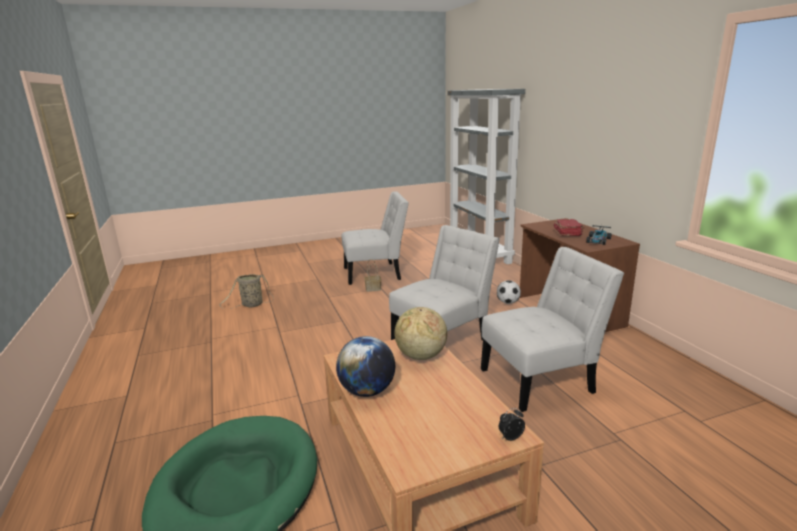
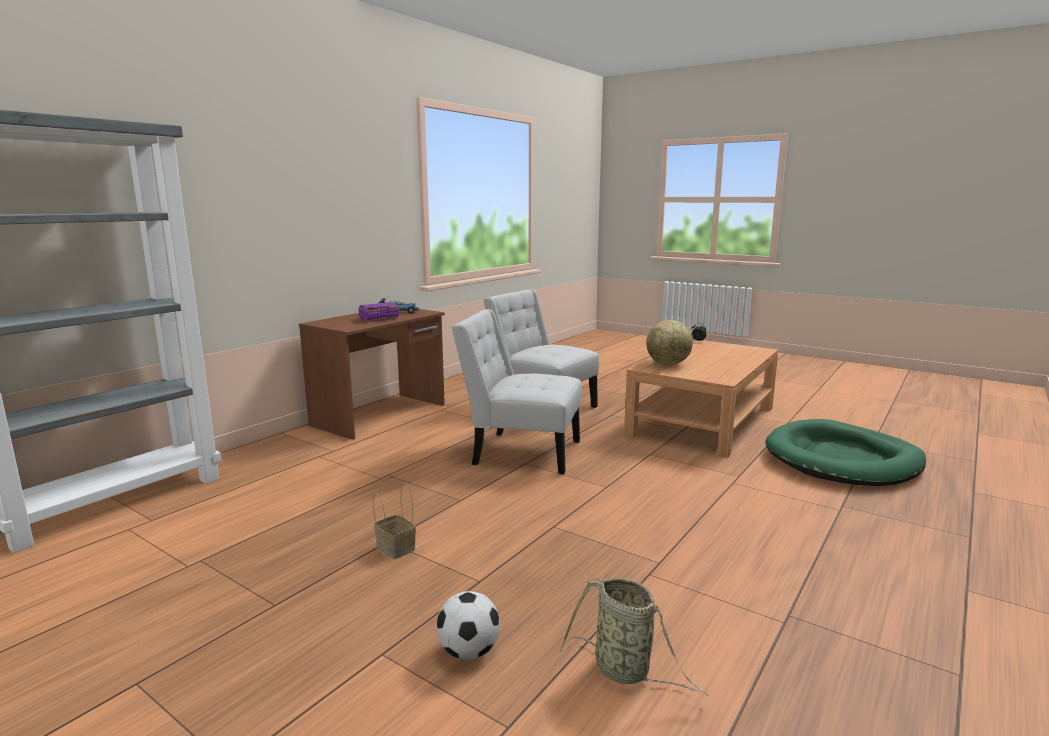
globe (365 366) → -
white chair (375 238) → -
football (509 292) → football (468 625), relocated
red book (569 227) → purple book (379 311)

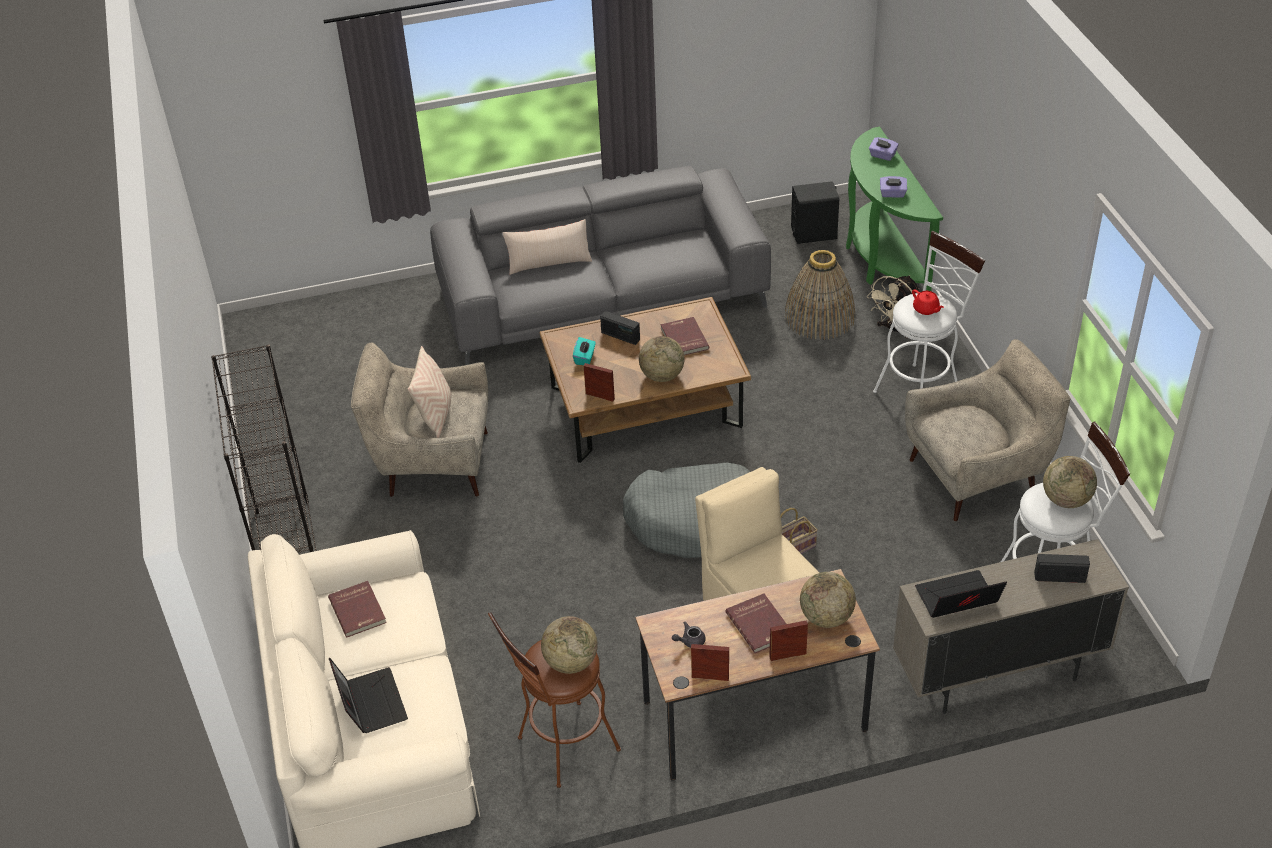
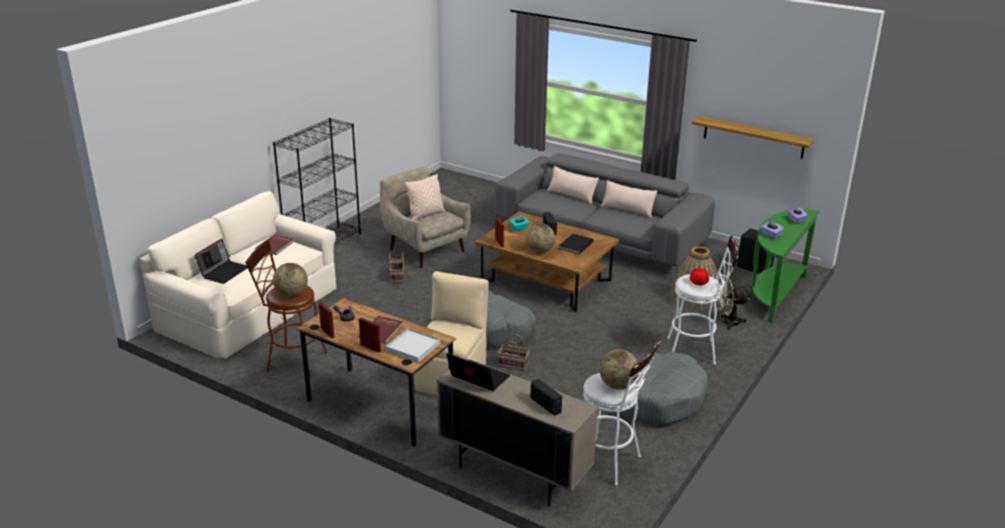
red book (684 336) → black book (576 244)
globe (828 600) → white tray (412 345)
beige armchair (988 430) → grey dog bed (664 388)
- → basket (396 267)
- → beige pillow (629 199)
- → shelf (753 137)

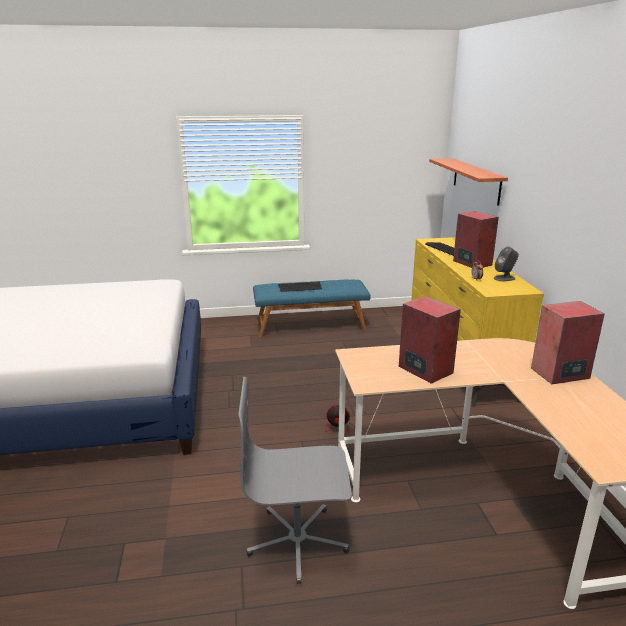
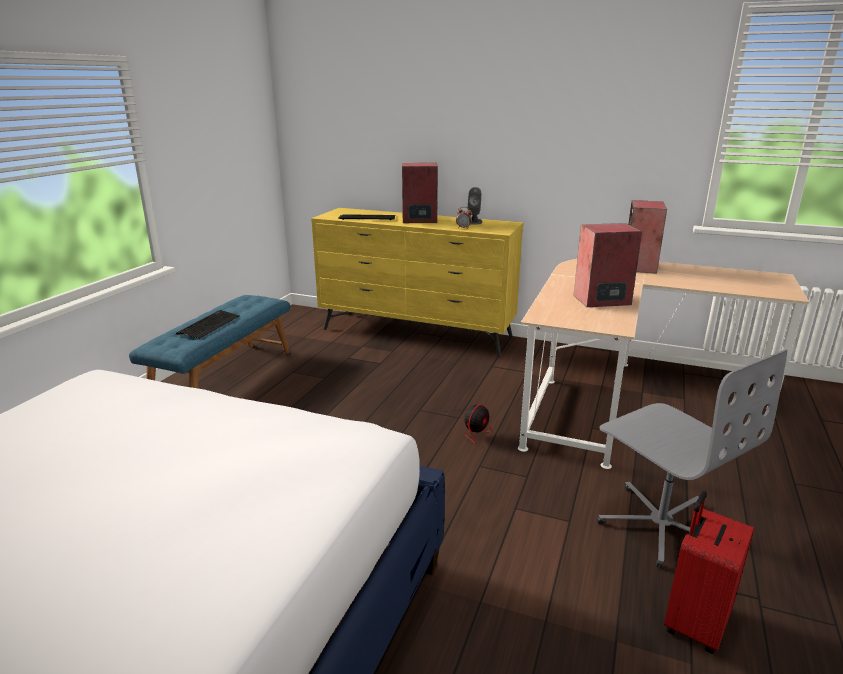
grey office chair (295 480) → grey office chair (692 458), 60 degrees counterclockwise
shelf (468 182) → -
- → red suitcase (709 572)

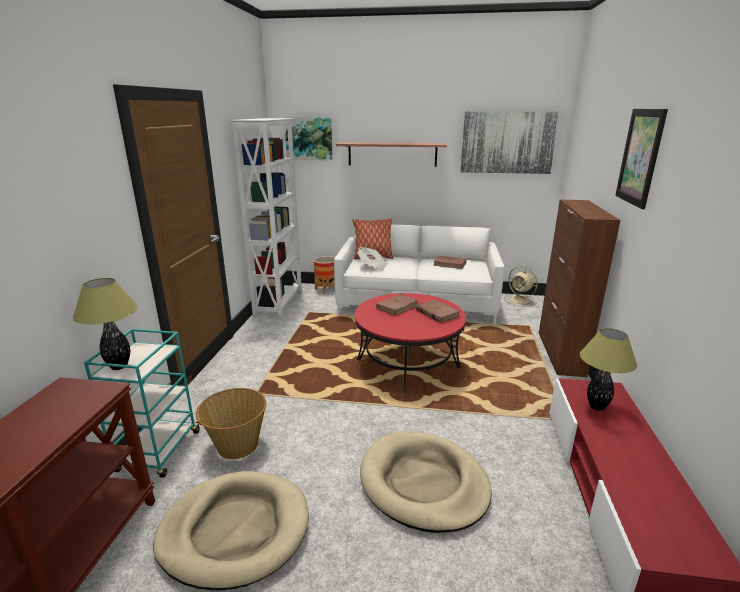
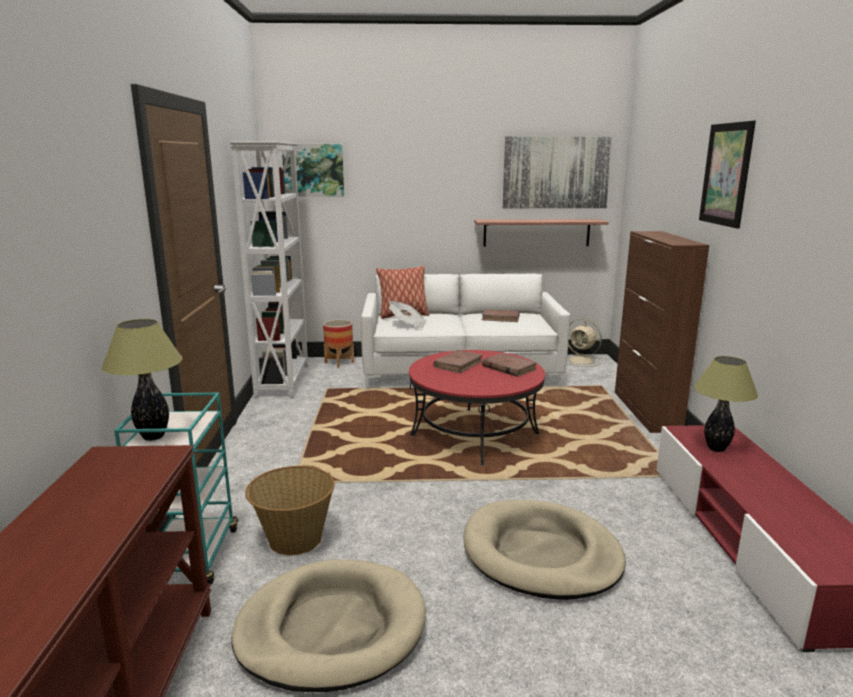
shelf (391 154) → shelf (541 233), relocated

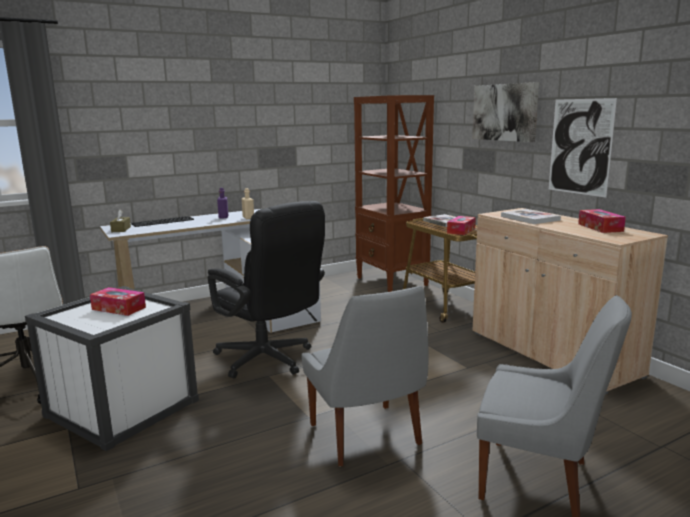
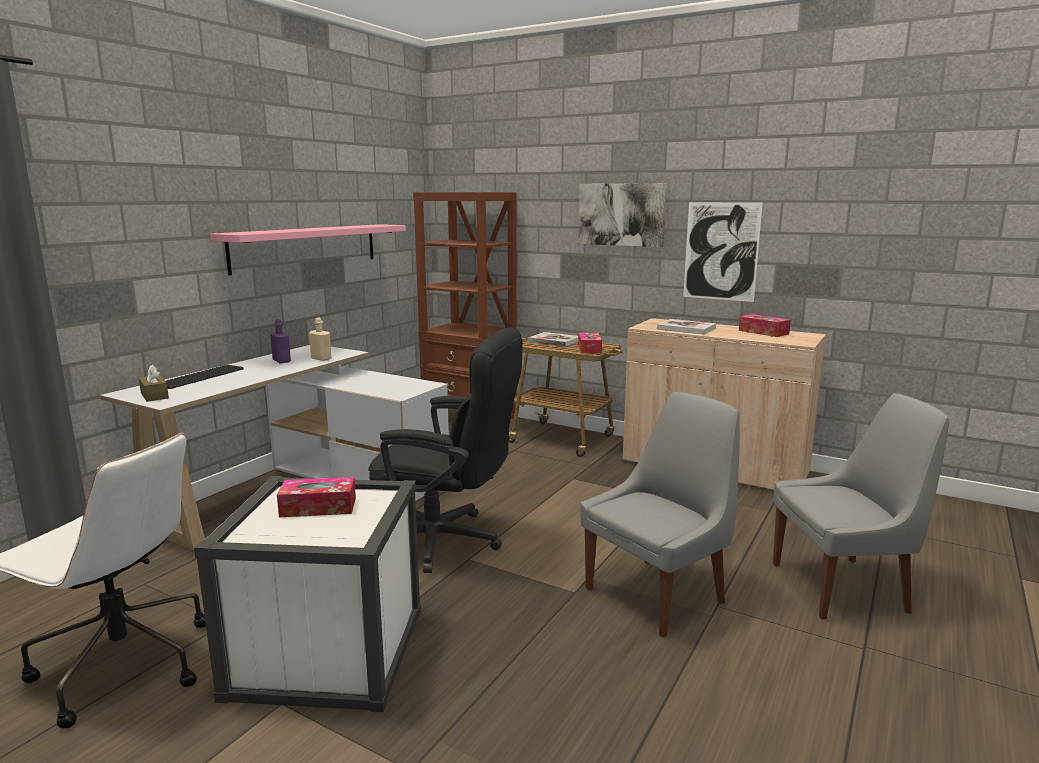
grey chair (365 376) → grey chair (660 514), 75 degrees counterclockwise
- → pink shelf (308 249)

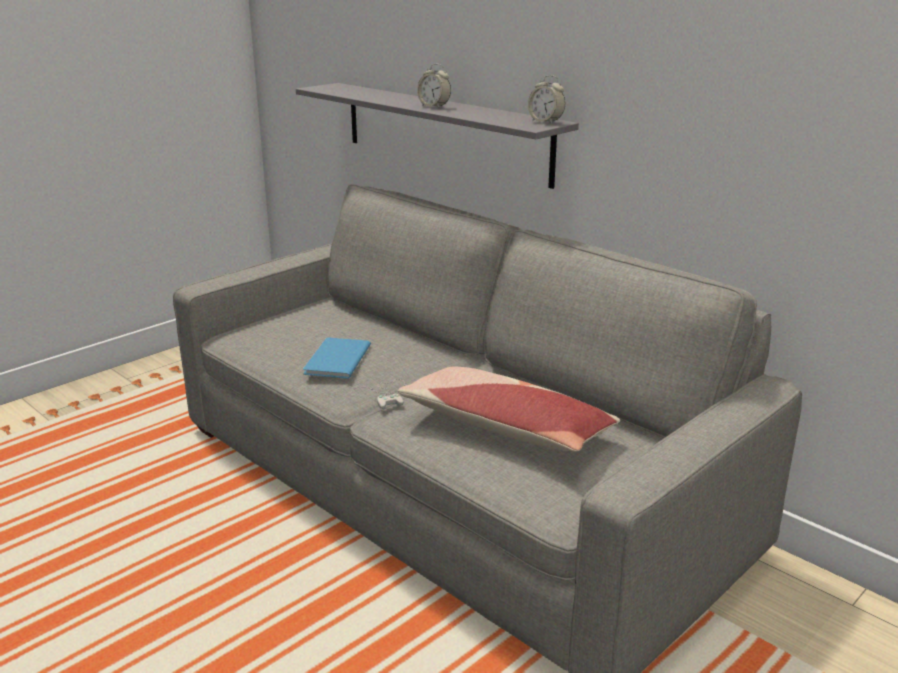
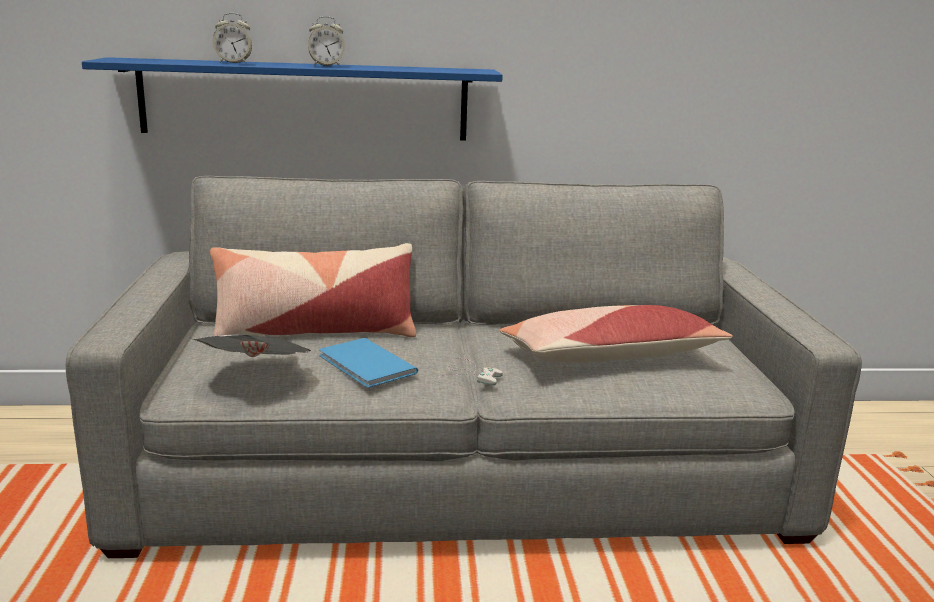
grey shelf (437 136) → blue shelf (292 99)
alarm clock (546 99) → alarm clock (232 38), relocated
- → newspaper (251 346)
- → pillow (313 290)

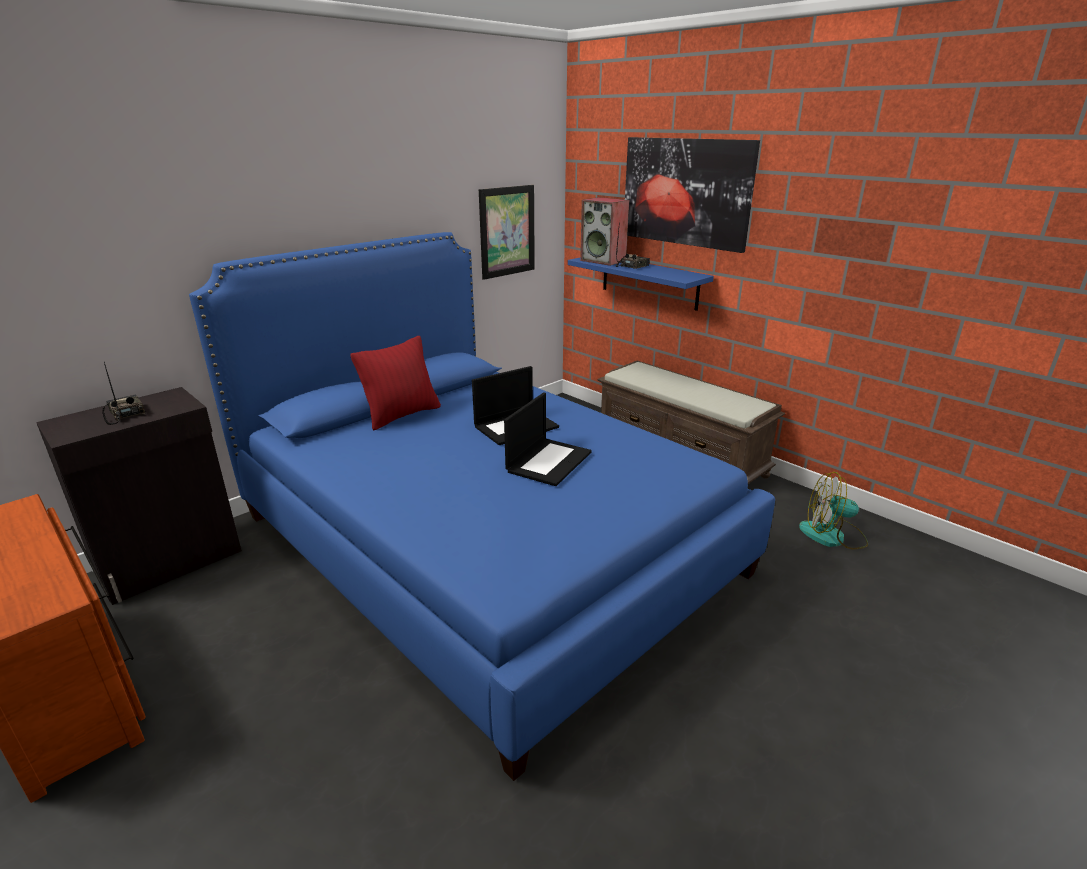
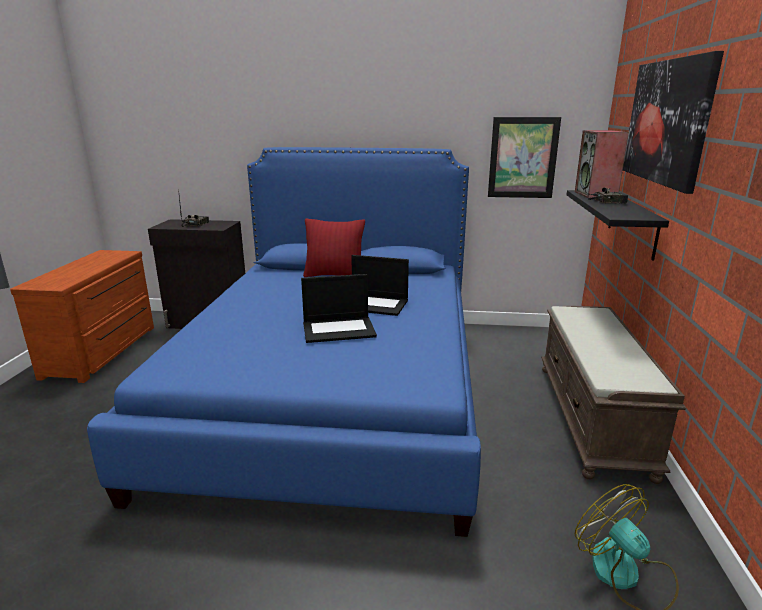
blue shelf (641 284) → black shelf (617 225)

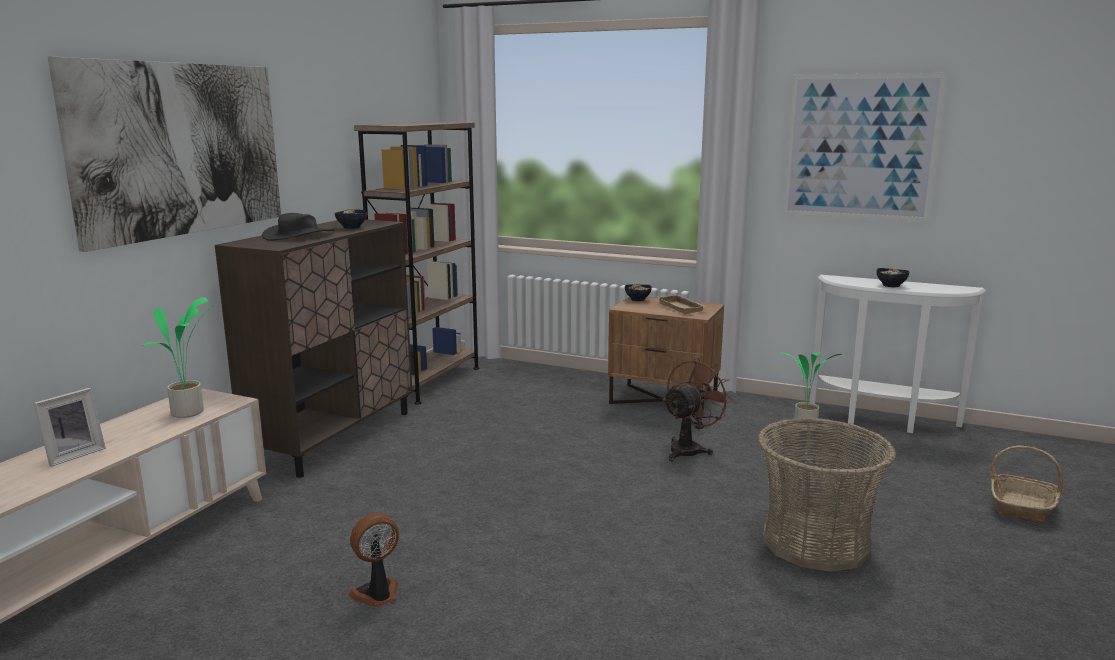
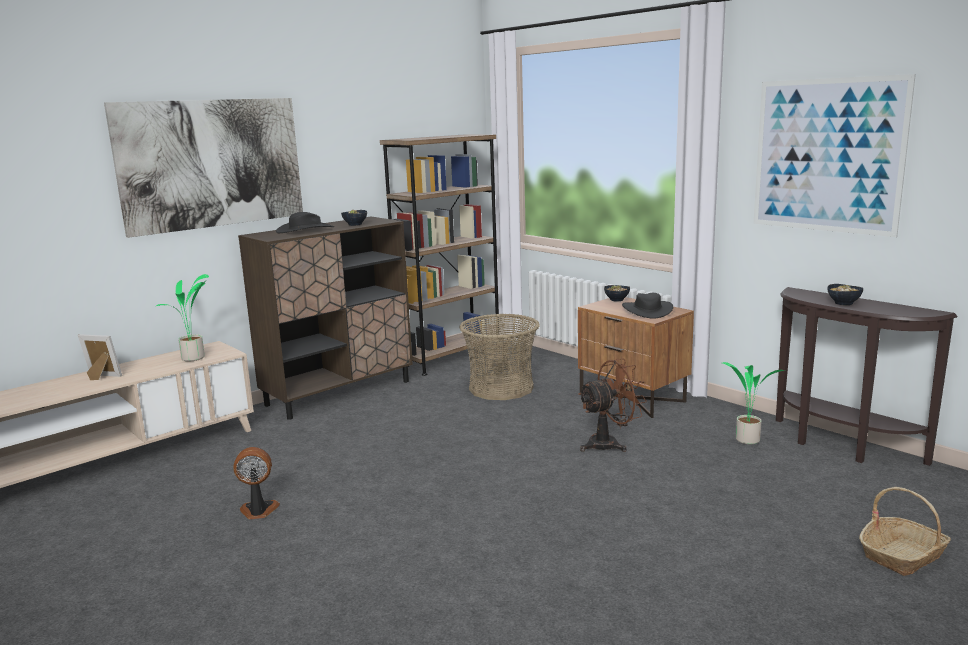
picture frame (70 427) → picture frame (100 357), 135 degrees counterclockwise
beige tray (682 304) → black hat (647 305)
basket (827 495) → basket (500 356), relocated
white console table (898 354) → brown console table (867 376)

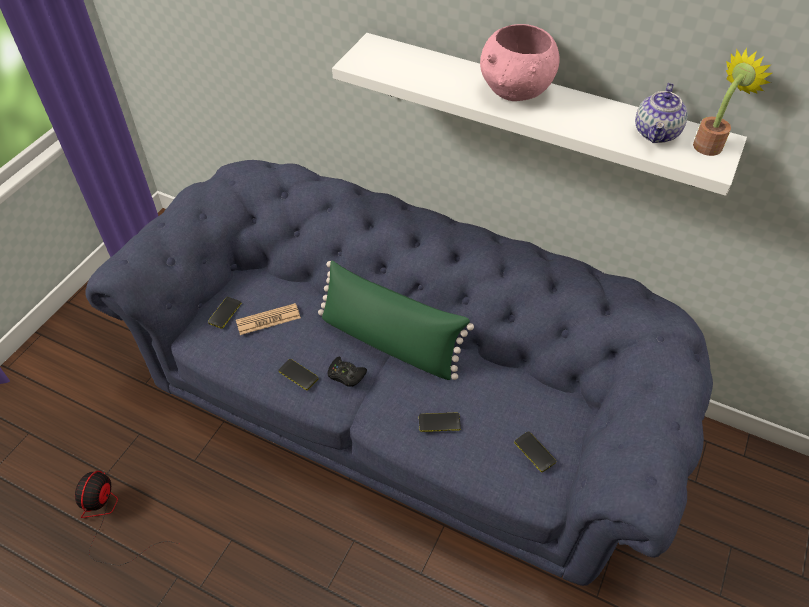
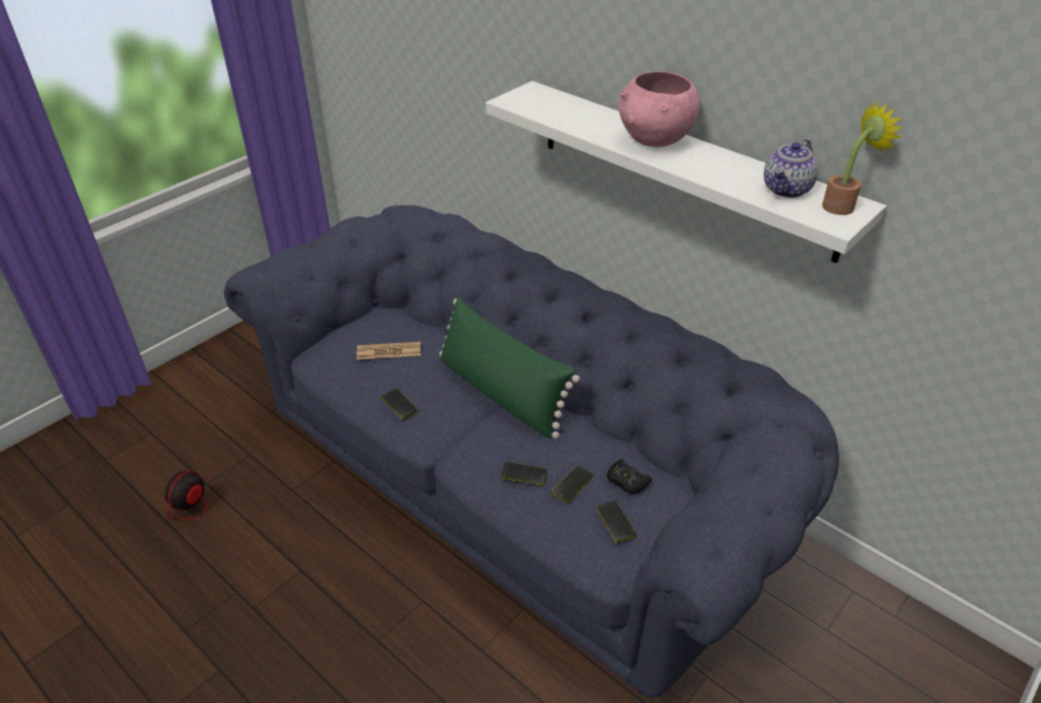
phone (224 313) → phone (573 484), relocated
black game controller (347 372) → black game controller (629 476), relocated

